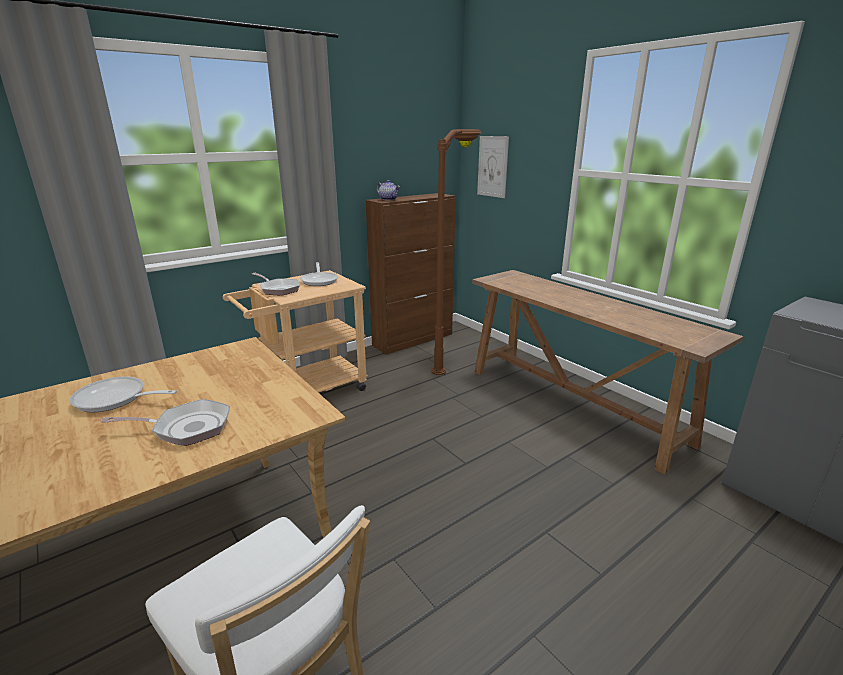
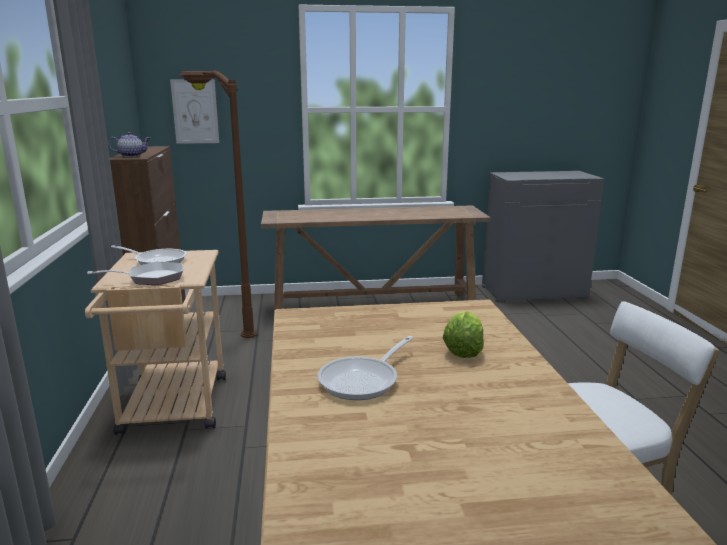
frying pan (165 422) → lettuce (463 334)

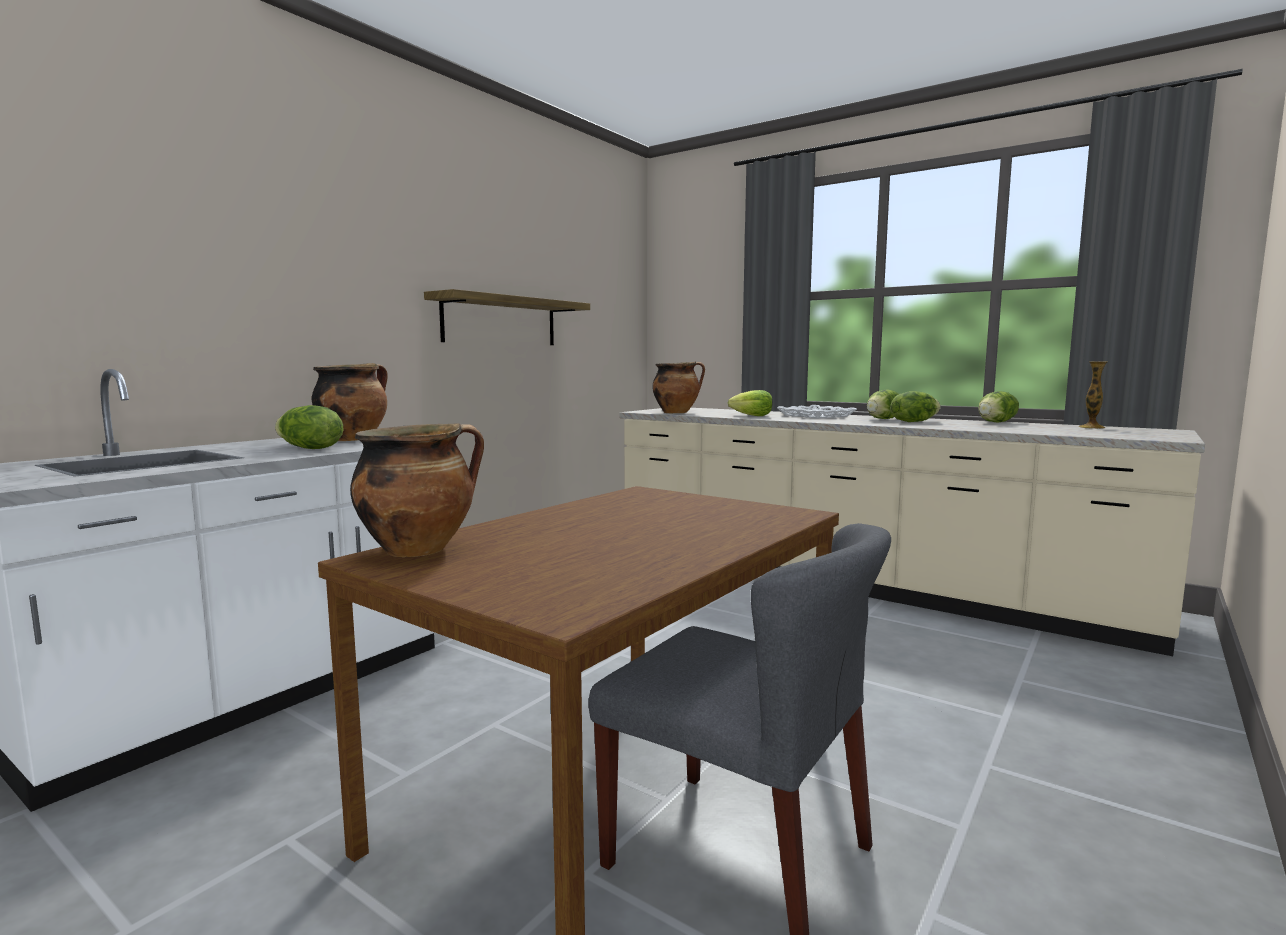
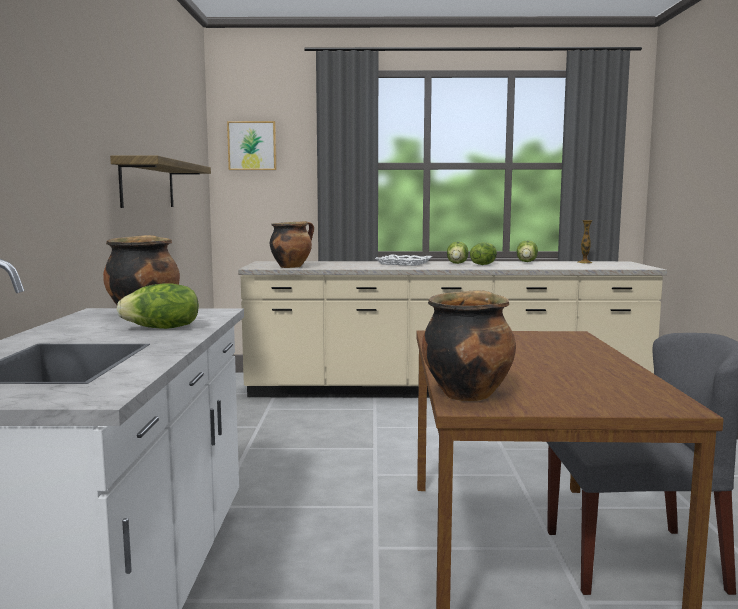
lettuce (750 403) → -
- → picture (252 145)

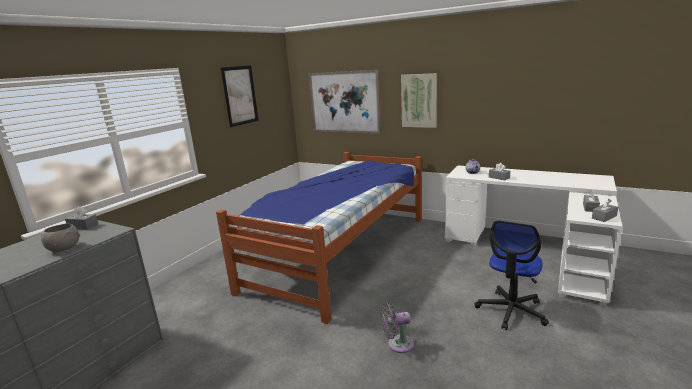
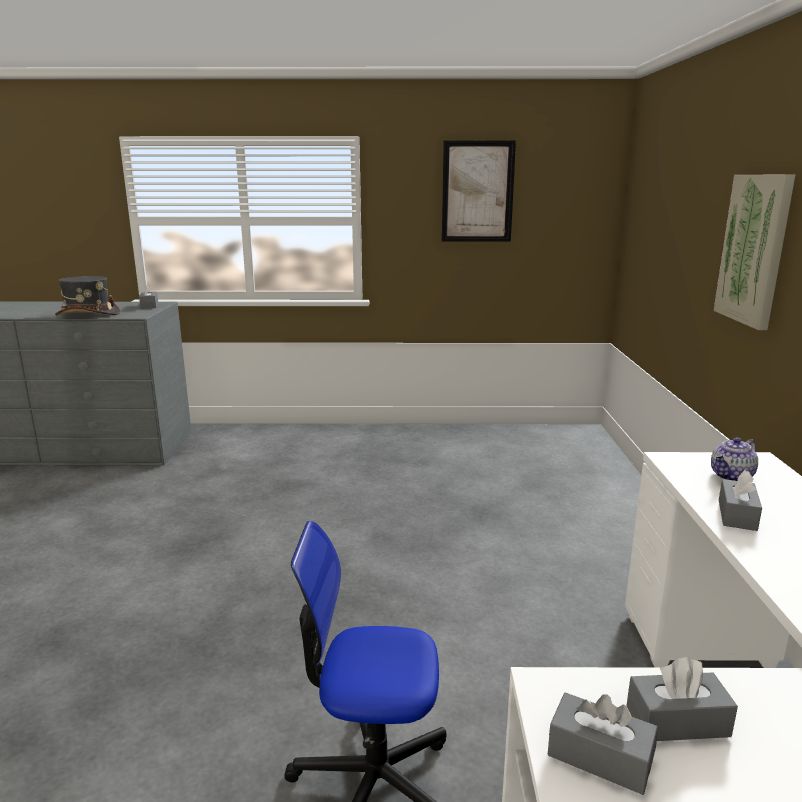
grey bowl (60 238) → grey hat (87 295)
bed (319 238) → -
picture (344 102) → -
grey fan (397 328) → -

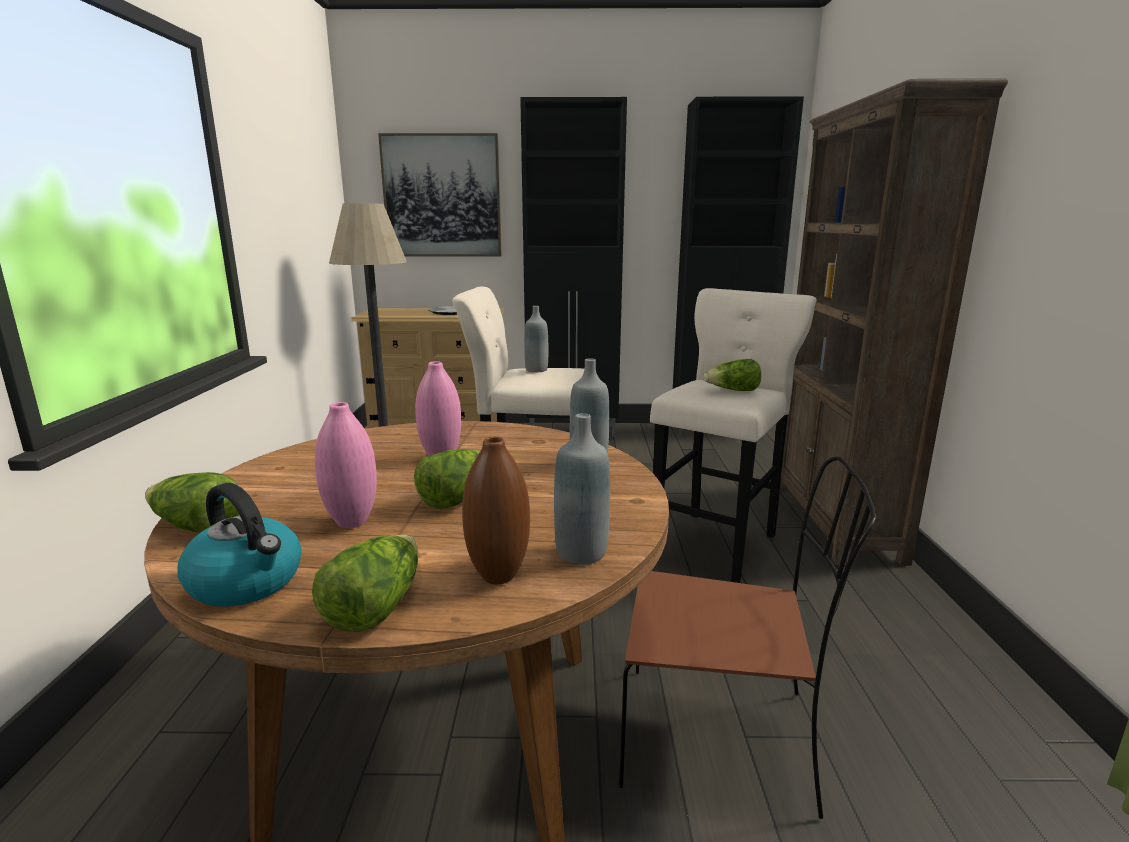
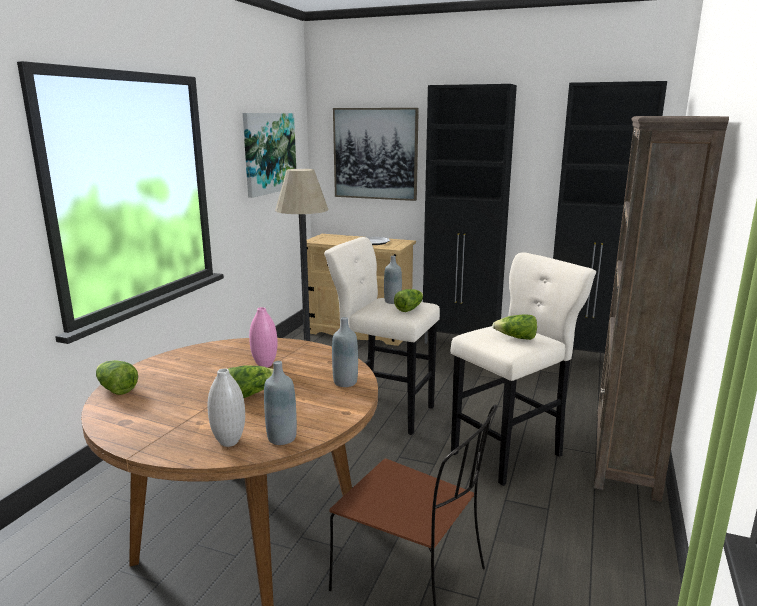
kettle (240 545) → -
lettuce (365 583) → lettuce (408 300), relocated
pink vase (346 465) → -
brown vase (496 510) → white vase (226 407)
- → picture (269 155)

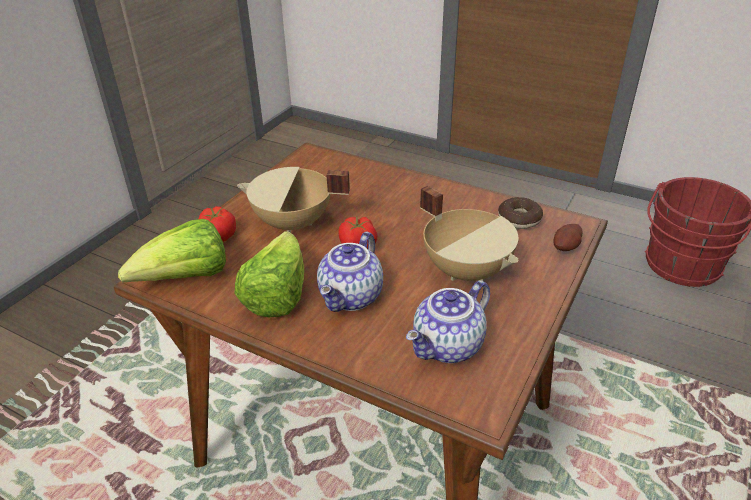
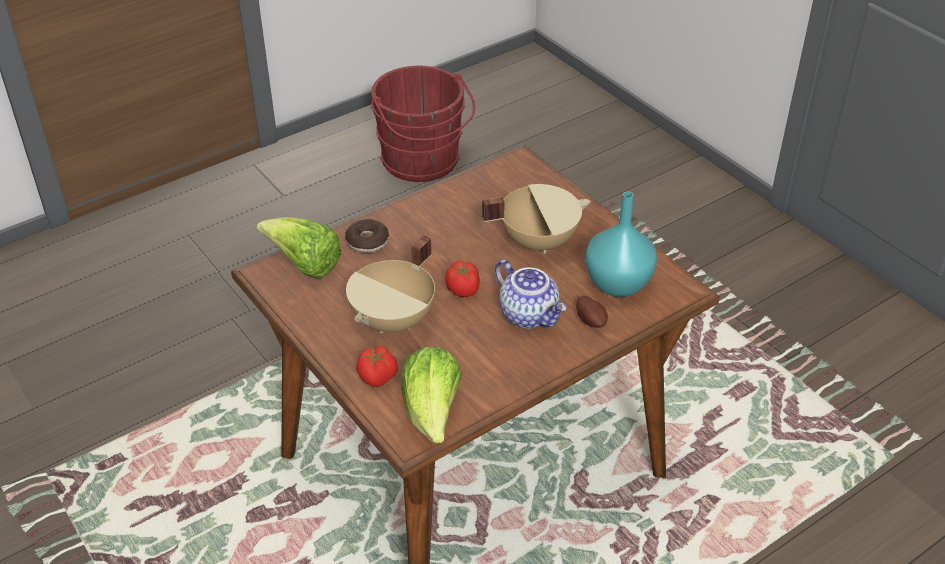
lettuce (269 274) → lettuce (299 248), relocated
teapot (448 322) → turquoise vase (621 244)
donut (520 213) → donut (367 236), relocated
potato (568 237) → potato (592 312), relocated

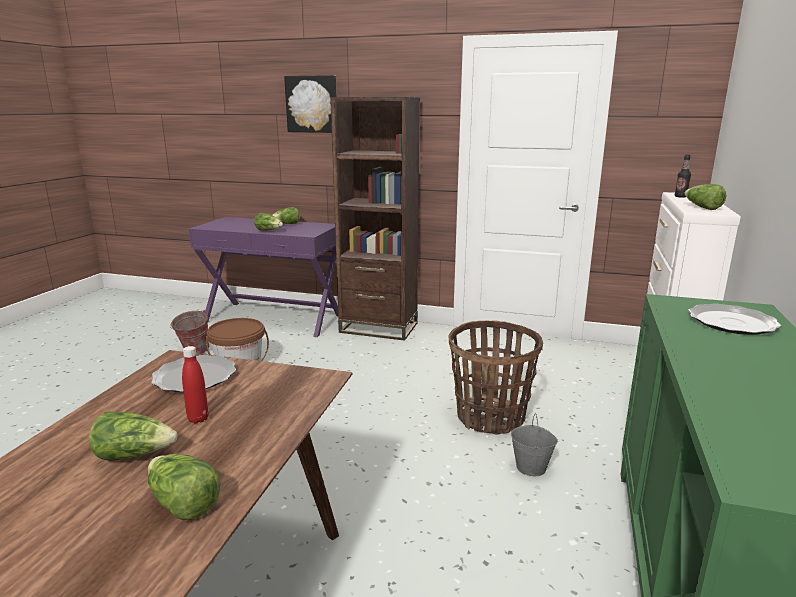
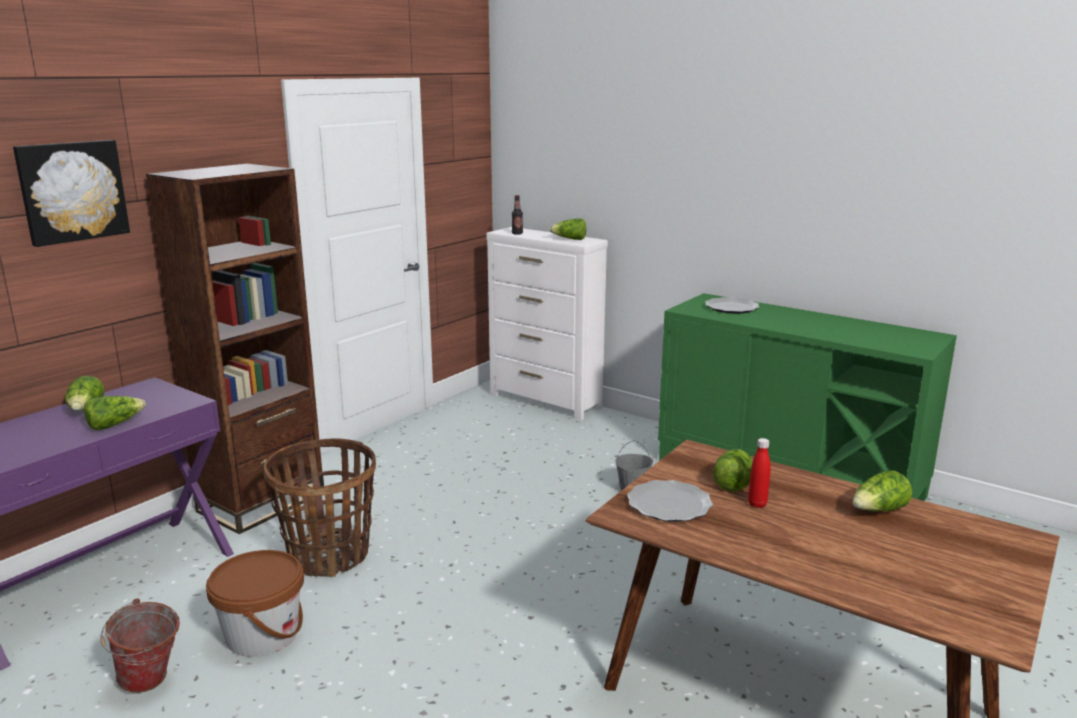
lettuce (133 436) → lettuce (733 470), relocated
basket (495 377) → basket (319 507), relocated

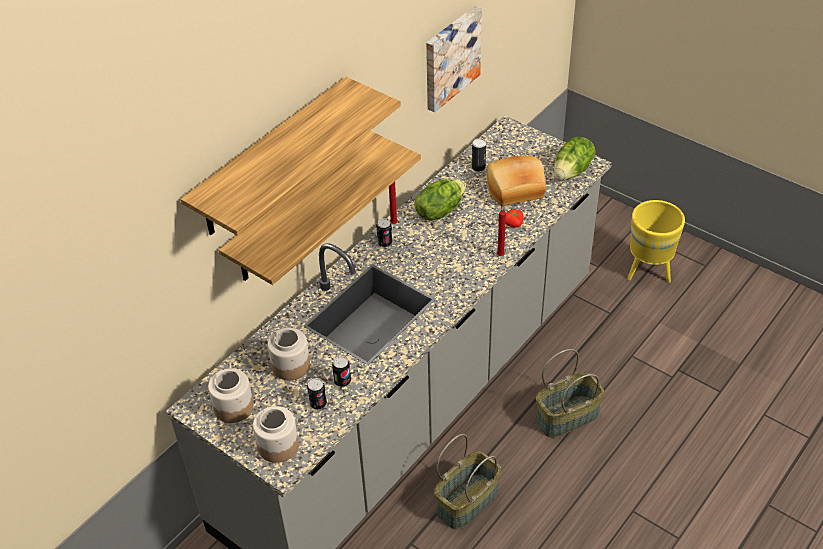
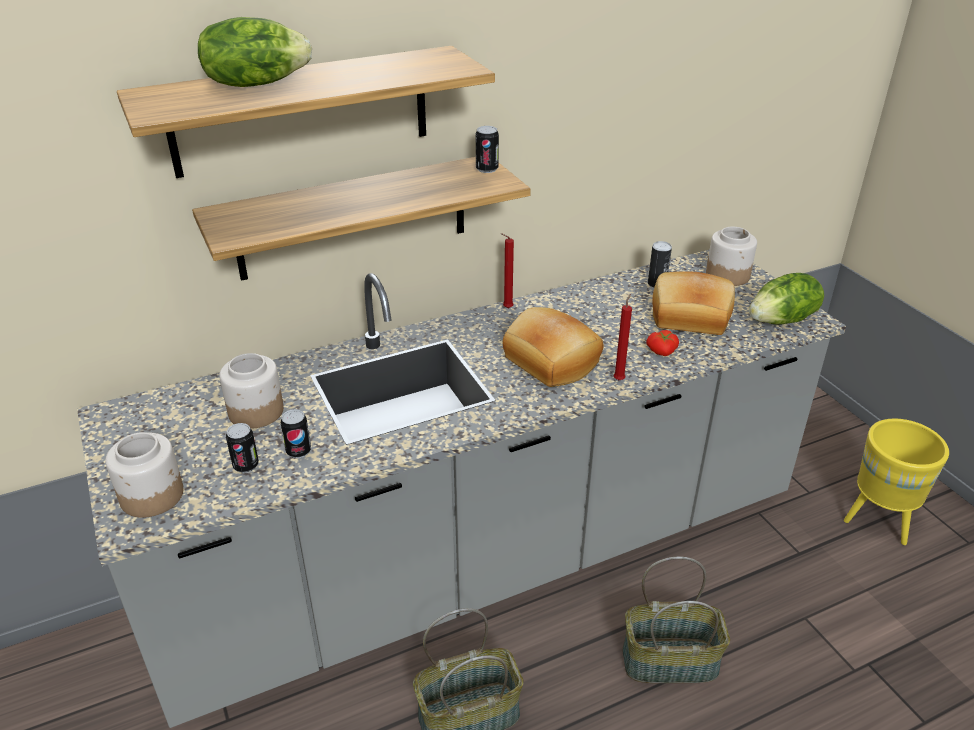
jar (231 395) → jar (731 256), relocated
can (384 232) → can (487 149), relocated
lettuce (440 200) → lettuce (255 52), relocated
picture (454 59) → -
- → bread (553 347)

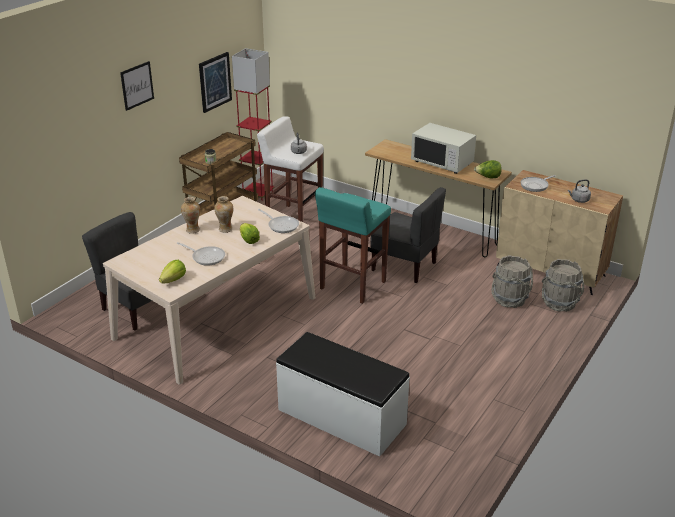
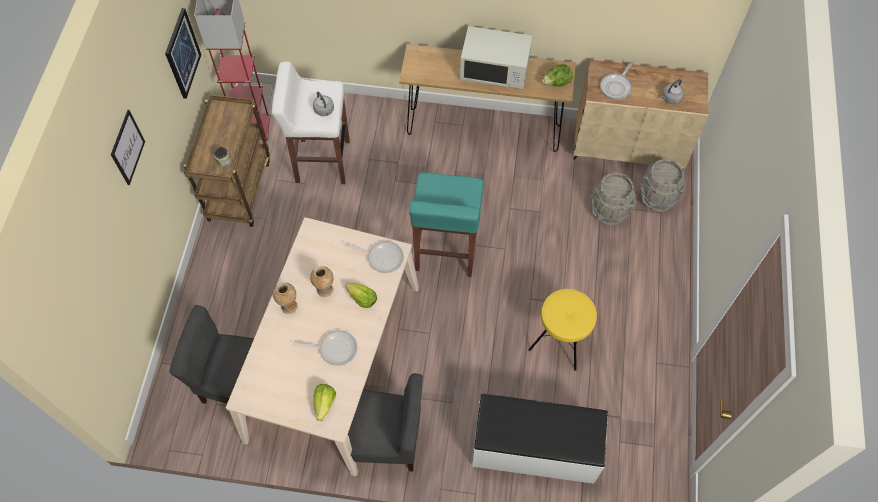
grey chair (408 235) → grey chair (385 422), relocated
- → yellow stool (562 330)

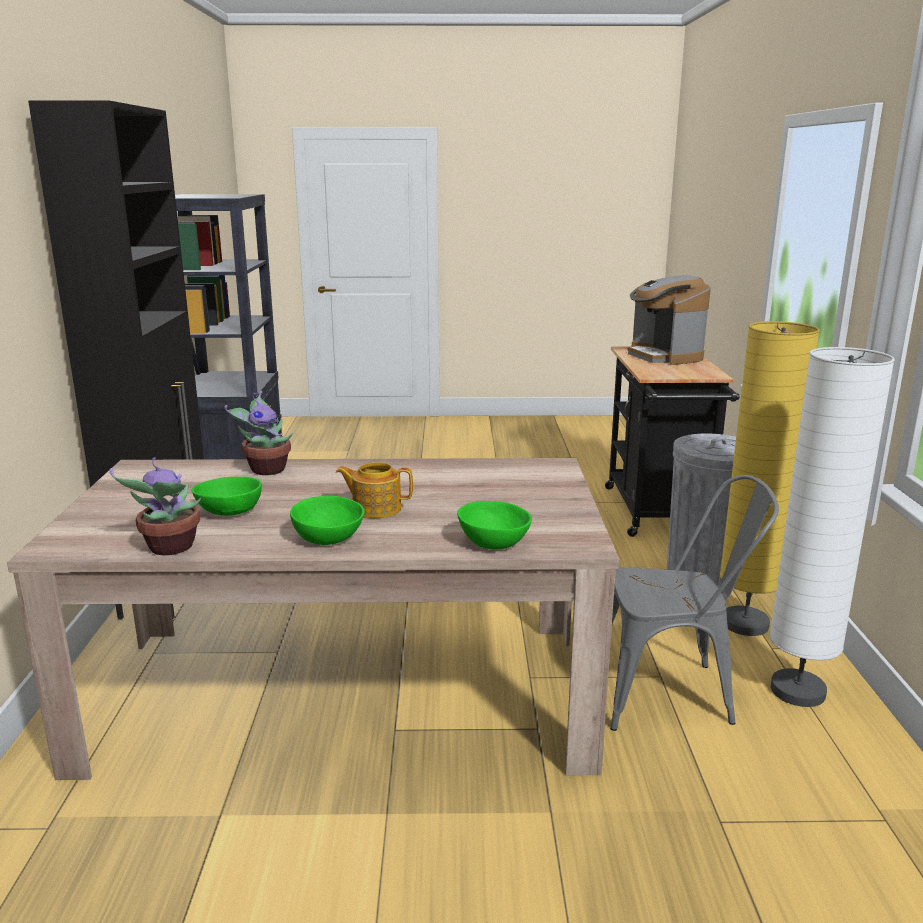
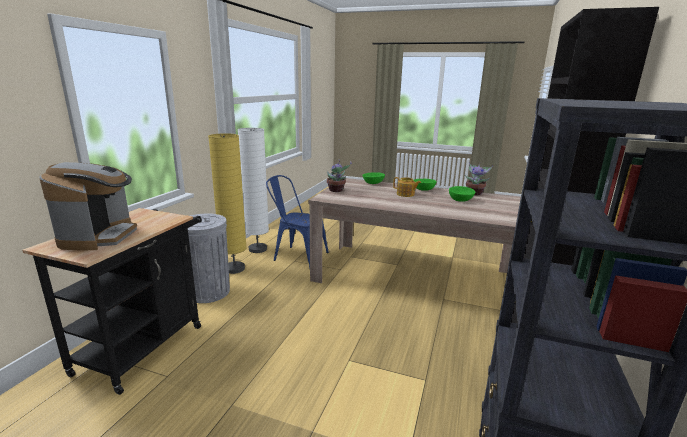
potted plant (259 433) → potted plant (339 176), relocated
grey chair (694 603) → blue chair (297 222)

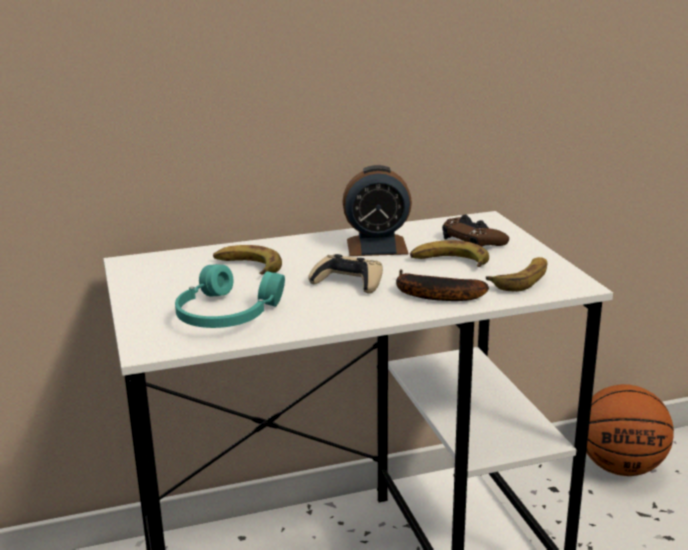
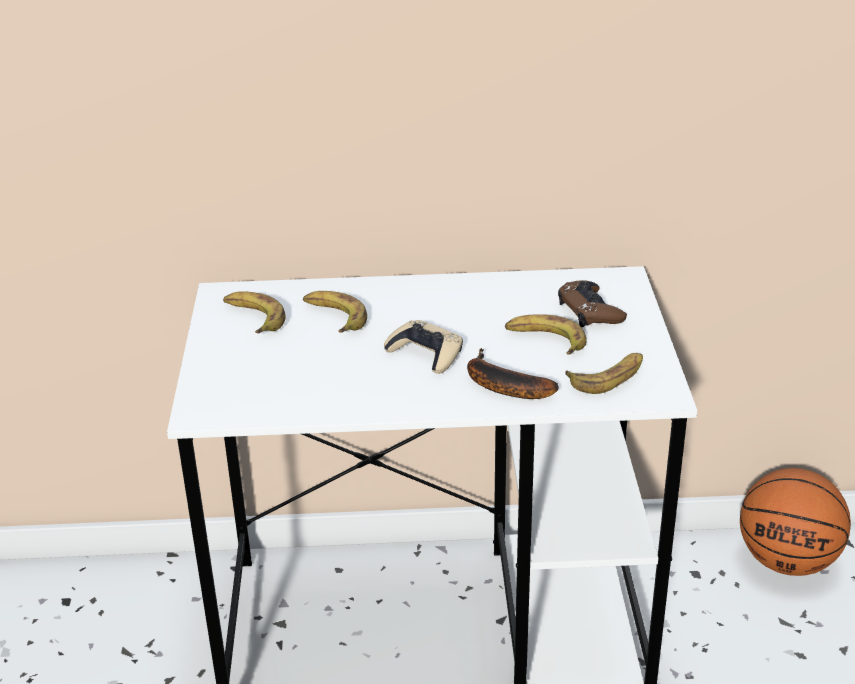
turquoise headphones (230 296) → -
alarm clock (377 210) → -
- → banana (254 312)

